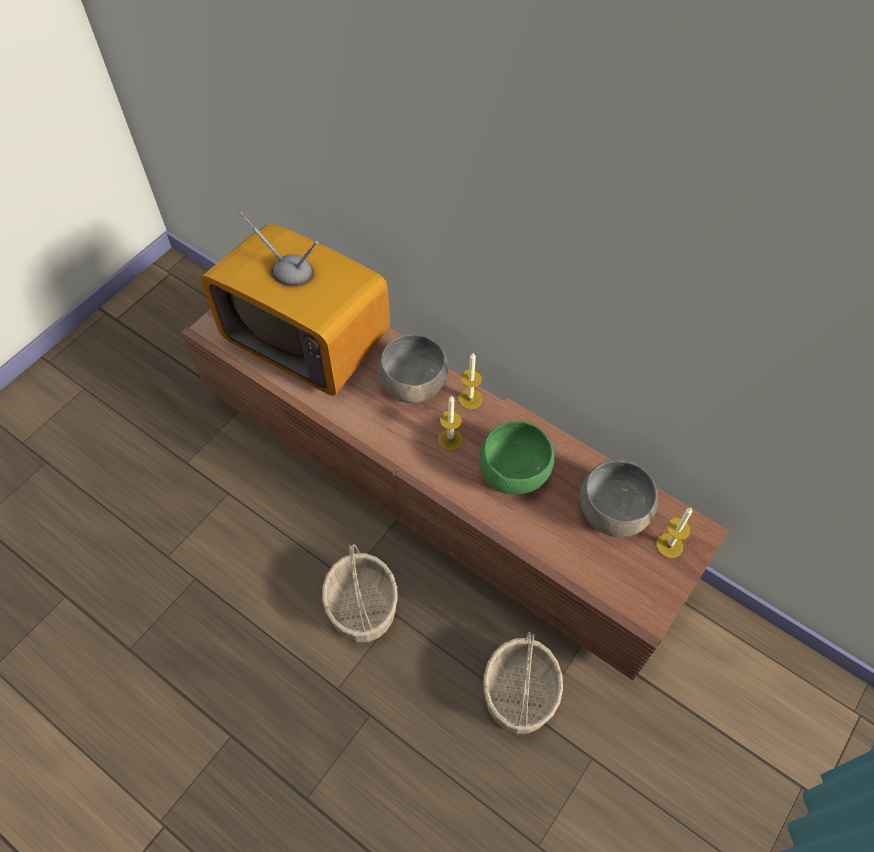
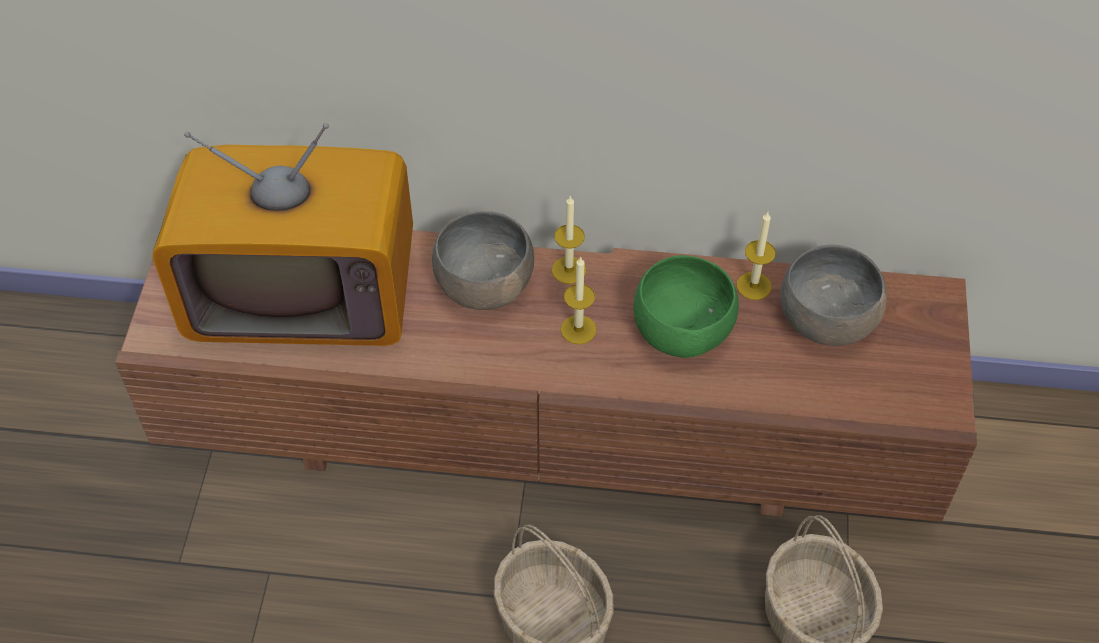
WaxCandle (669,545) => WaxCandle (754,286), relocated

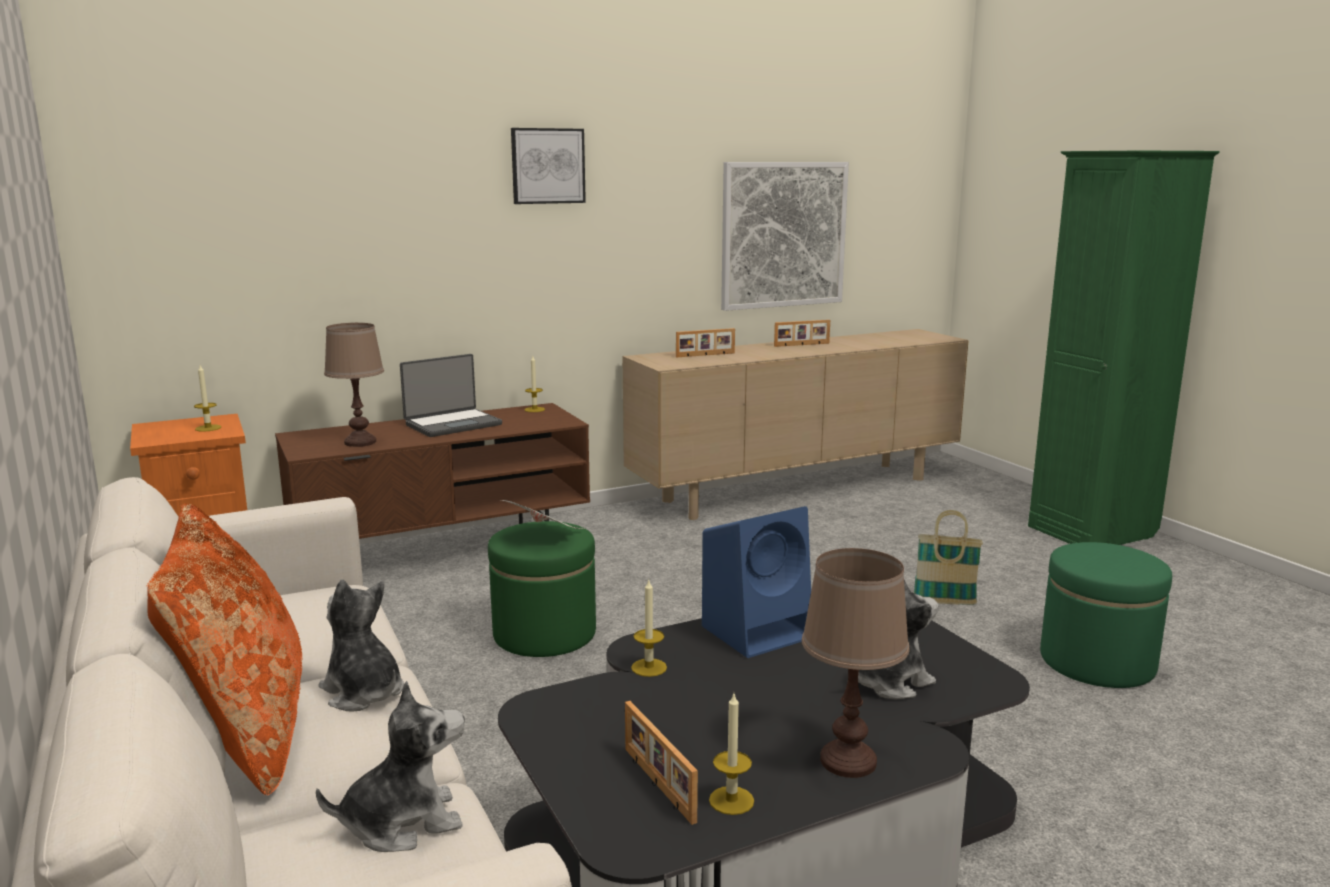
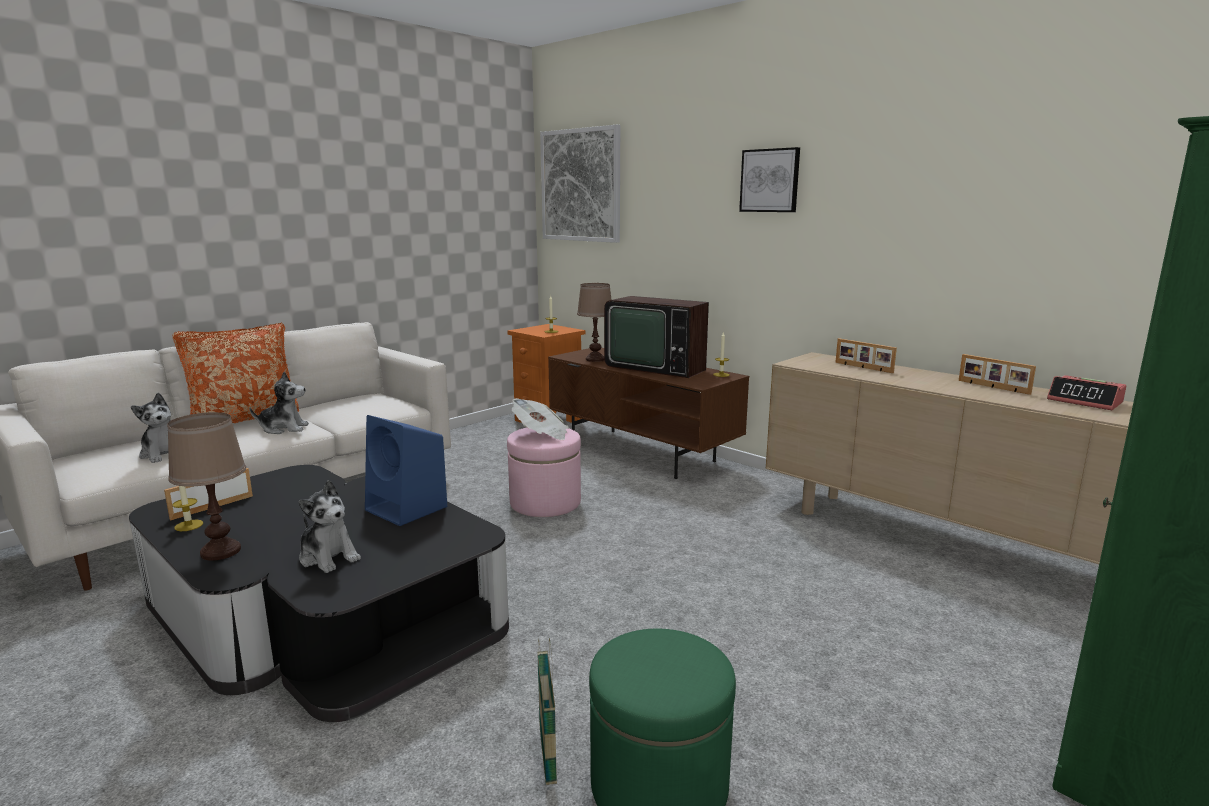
CuddlyToy (363,693) => CuddlyToy (284,428), 60 degrees clockwise
NotebookComputer (452,424) => TvSet (656,366)
GreenColouredPouffe (544,634) => PinkColouredPouffe (545,503)
WaxCandle (649,667) => nothing
WallArt (783,235) => WallArt (580,185), relocated
StorageBasket (944,602) => StorageBasket (547,756), relocated
nothing => TableClock (1085,401)

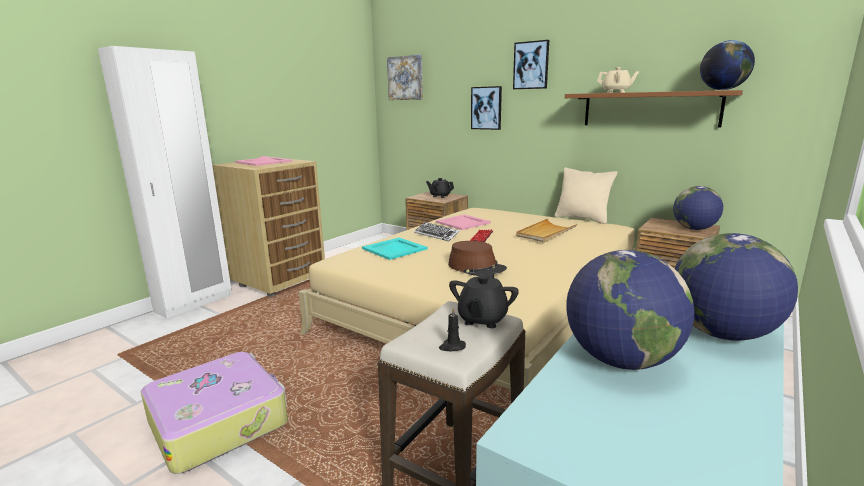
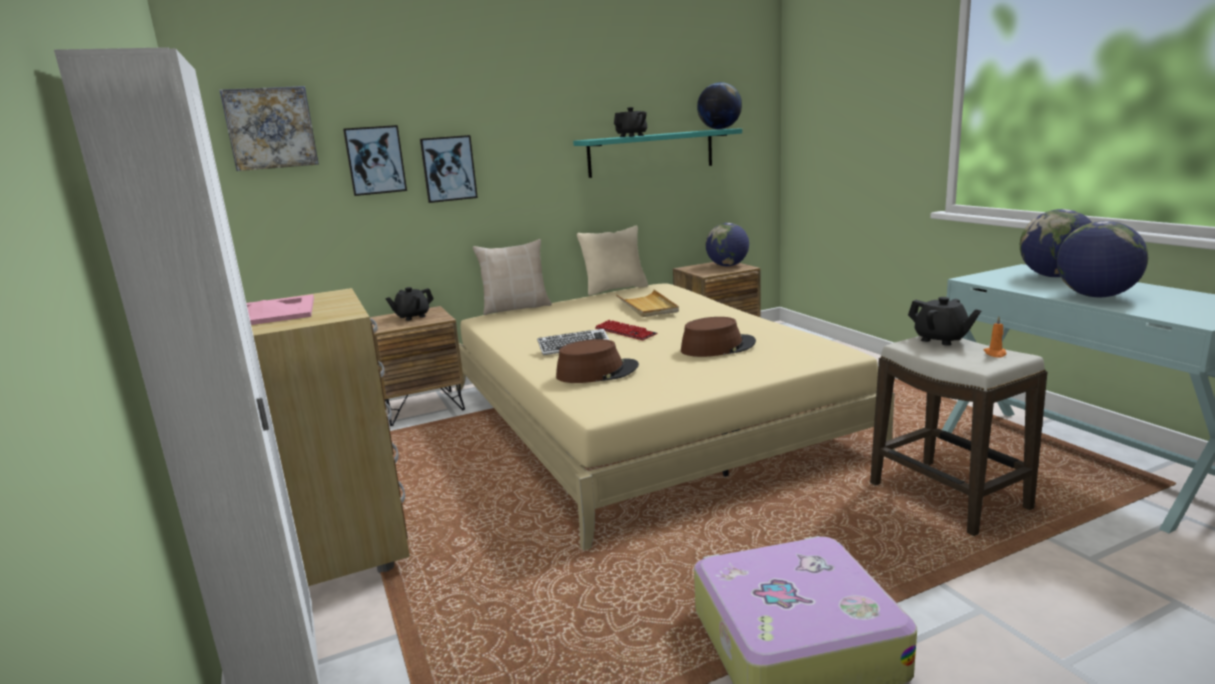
BlueGreenCarryingTray (394,248) => BrownishWearableHat (597,372)
PinkColouredCarryingTray (463,222) => nothing
BlackWaxCandle (452,347) => OrangeyWaxCandle (995,354)
WallArt (531,65) => WallArt (375,160), relocated
BrownishWallShelf (649,109) => BlueGreenWallShelf (651,153)
BeigeColouredTeaPot (616,92) => BlackTeaPot (632,136)
nothing => BeigeColouredThrowPillow (516,308)

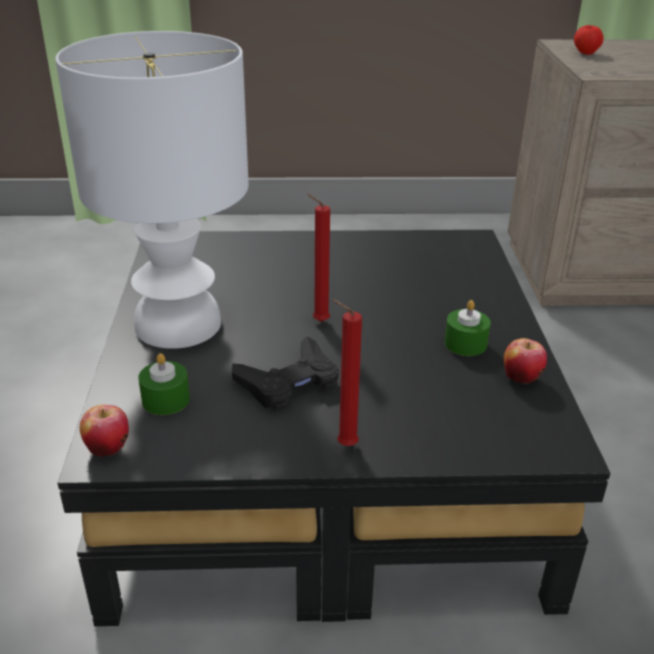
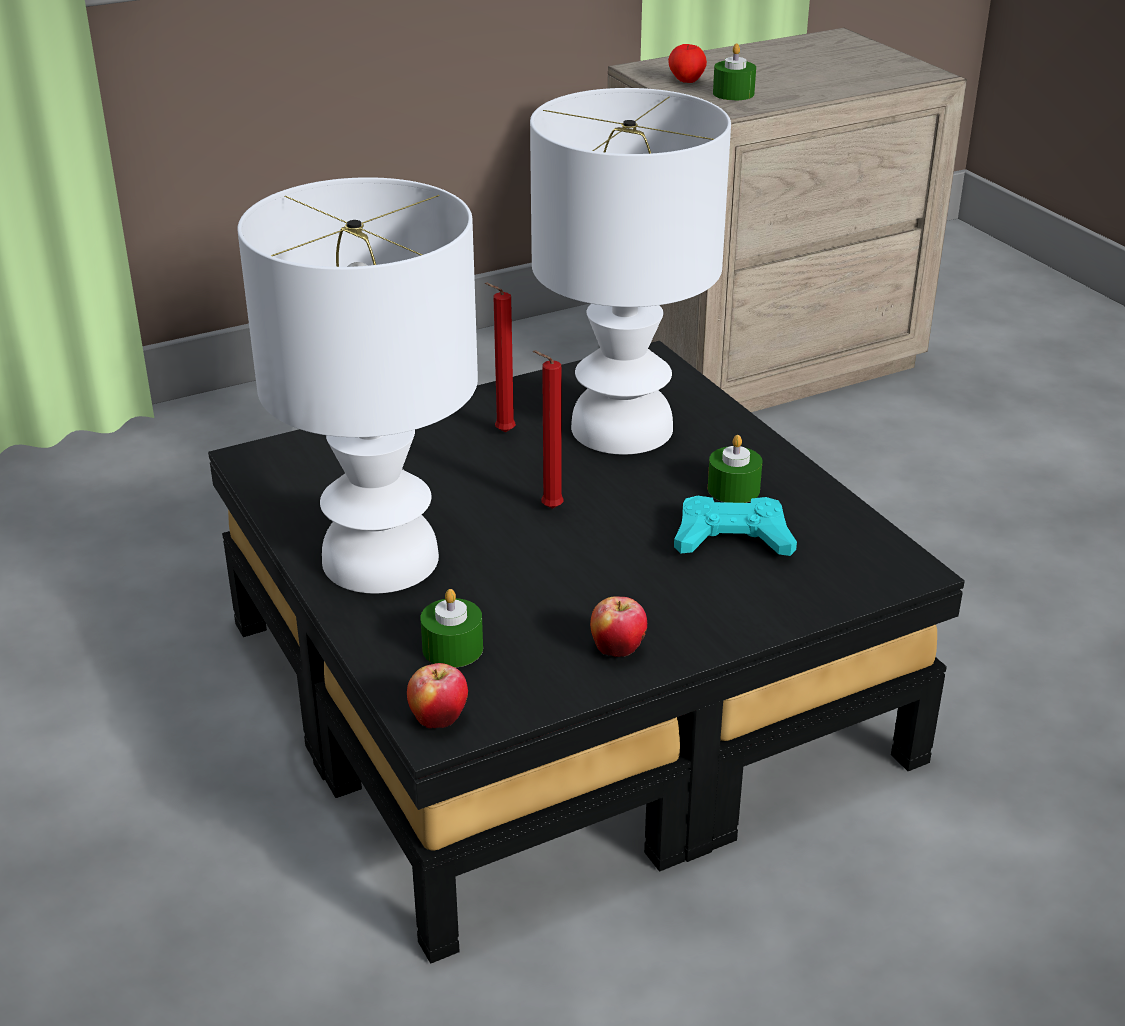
BlackGameController (289,382) => nothing
RedWaxCandle (344,445) => RedWaxCandle (502,433), relocated
WholeApple (521,378) => WholeApple (618,649), relocated
nothing => WhiteTableLamp (622,427)
nothing => BlueGreenGameController (732,538)
nothing => GreenColouredWaxCandle (733,93)

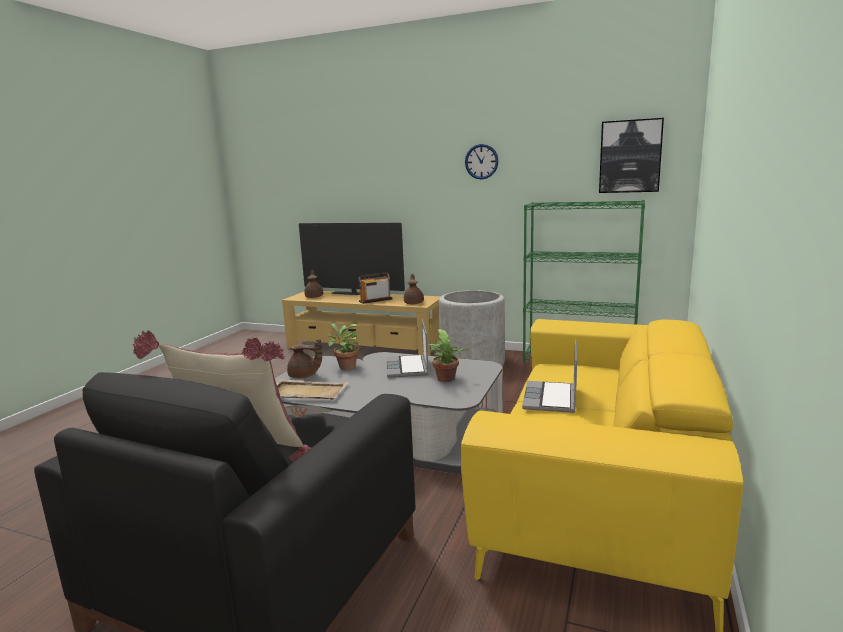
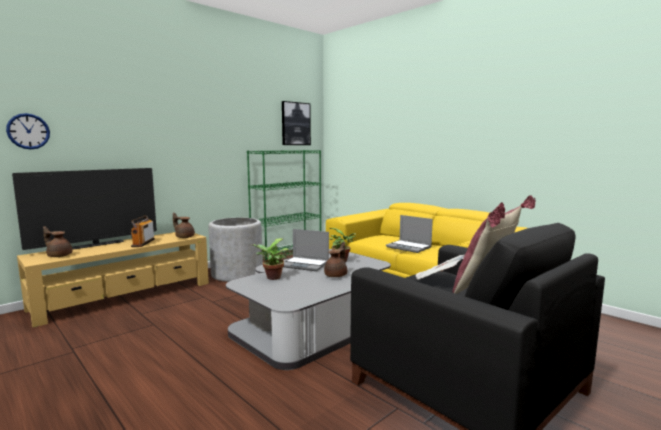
BeigeColouredCarryingTray (306,392) => nothing
BrownishTeaPot (304,376) => BrownishTeaPot (336,275), relocated
HangingClock (481,161) => HangingClock (28,131), relocated

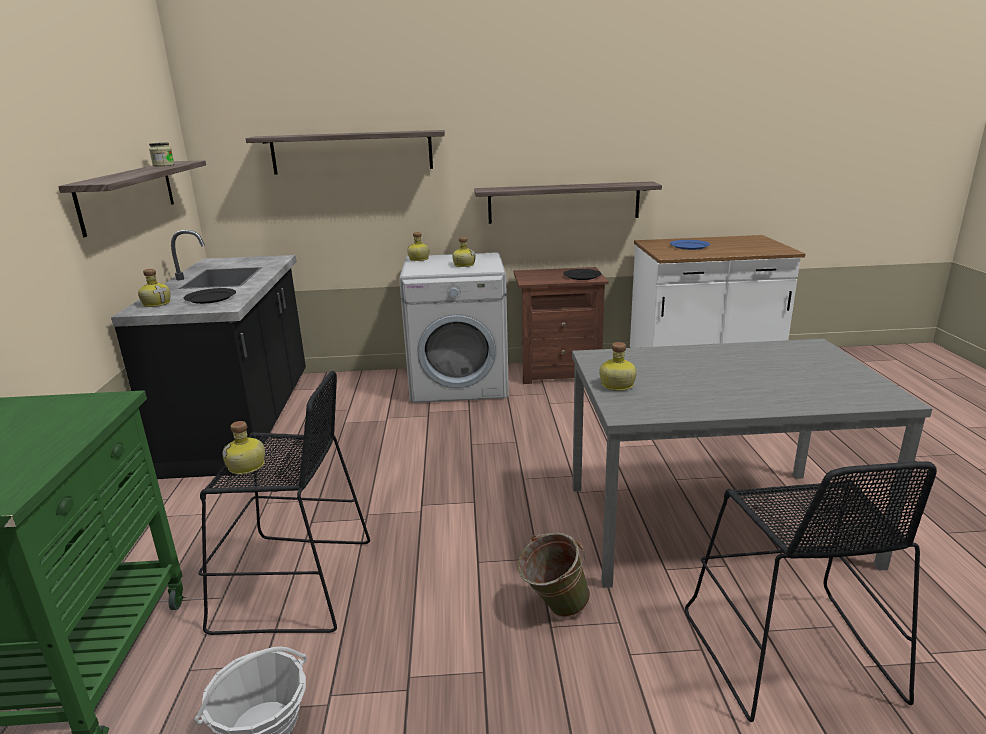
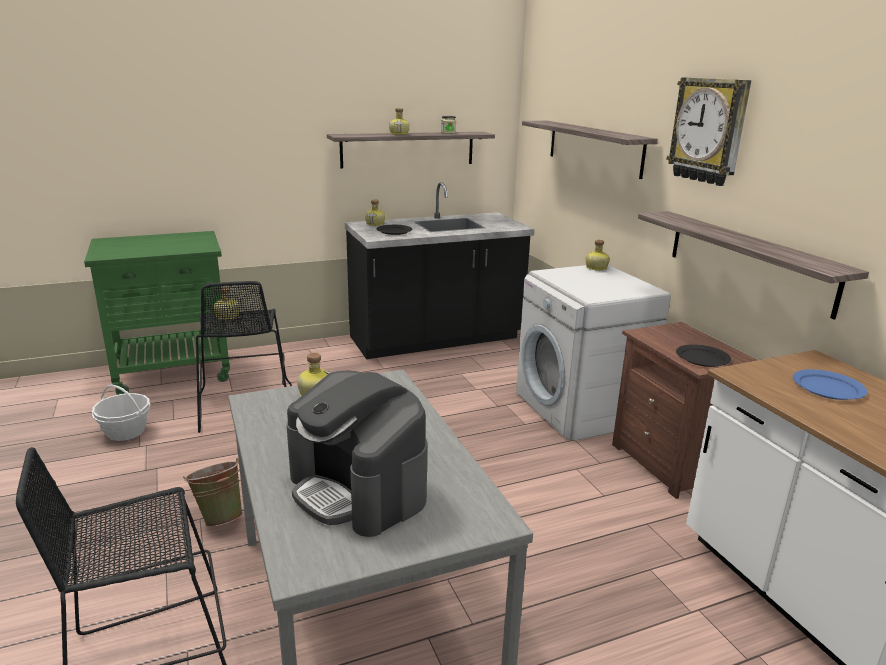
DrinkBottle (464,265) => DrinkBottle (399,134), relocated
nothing => CoffeeMaker (358,489)
nothing => HangingClock (709,131)

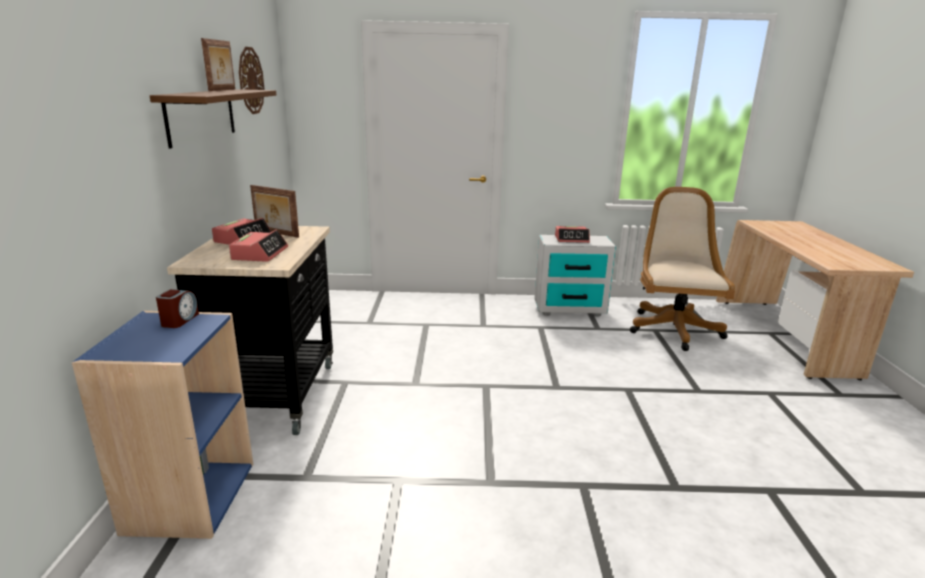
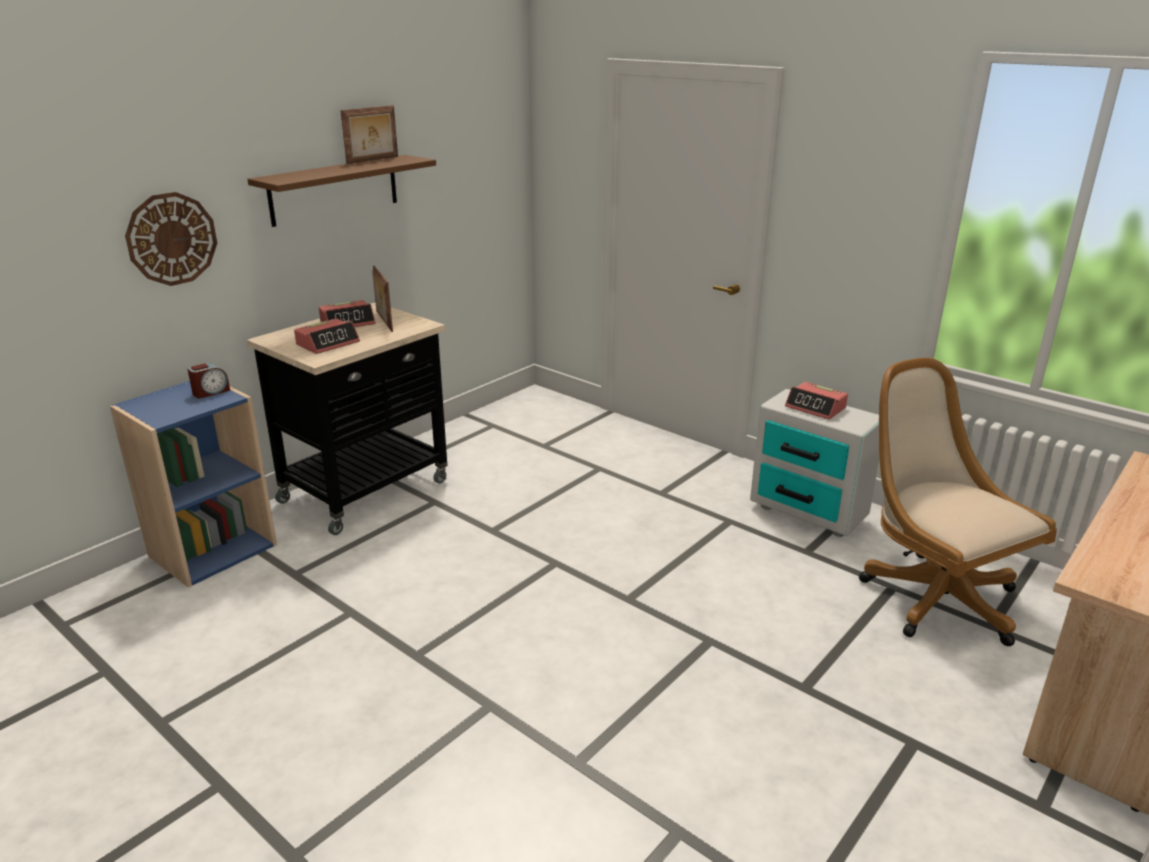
HangingClock (250,80) => HangingClock (172,239), relocated
DeskChair (672,327) => DeskChair (931,593), 75 degrees counterclockwise

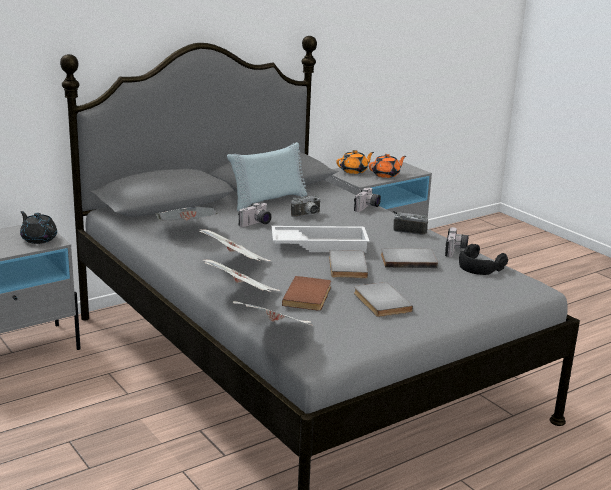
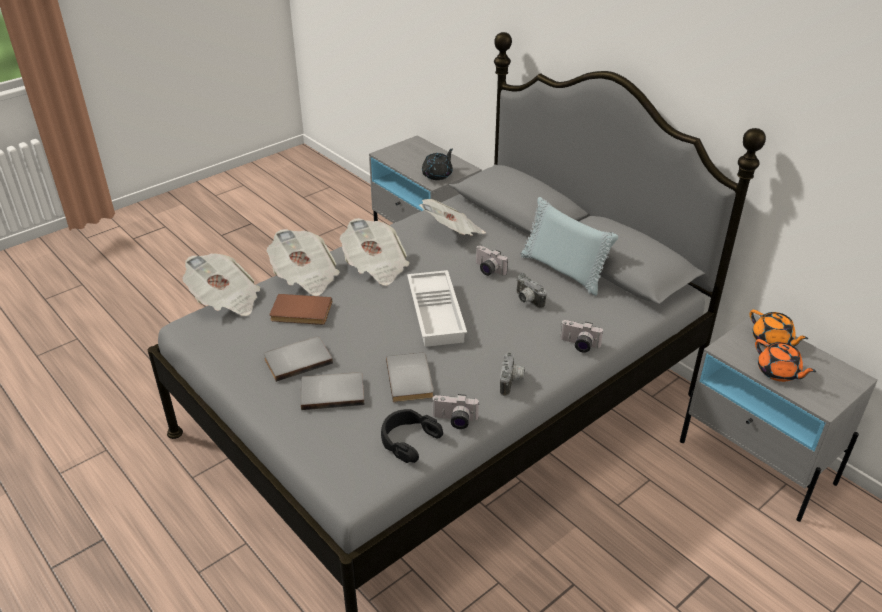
GrayBook (345,266) => GrayBook (332,392), relocated

